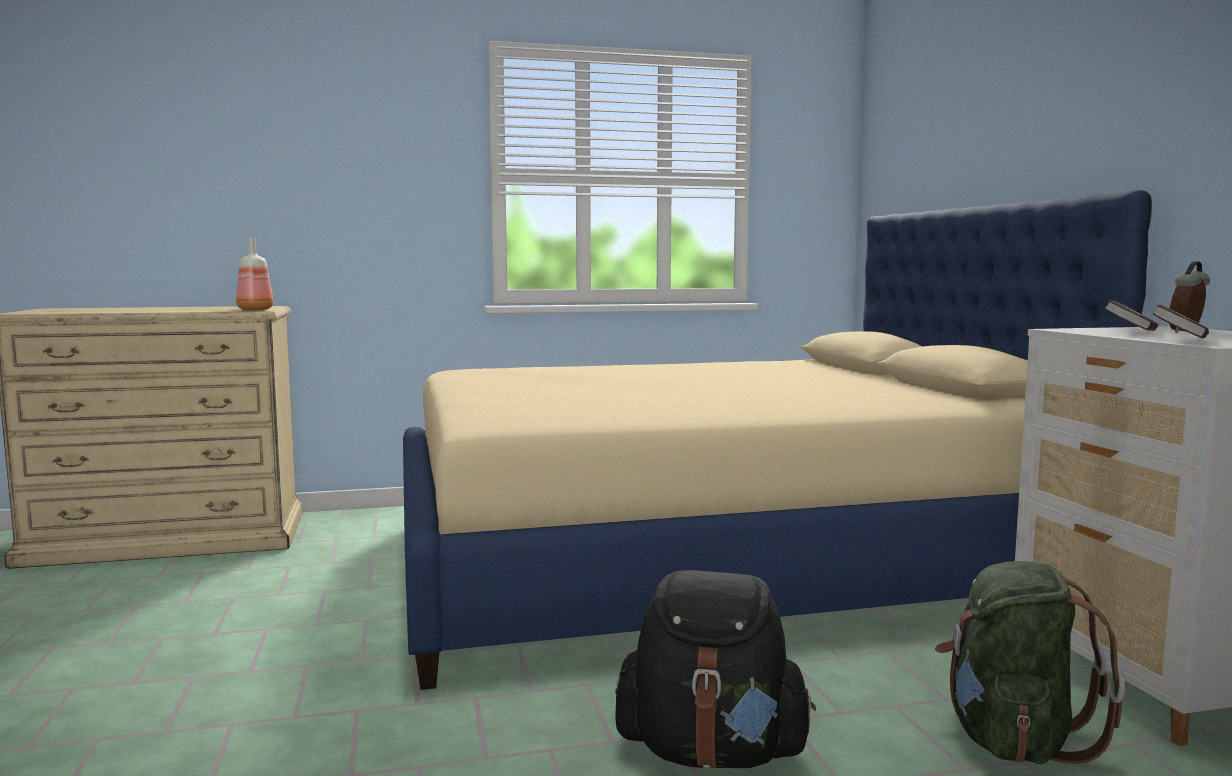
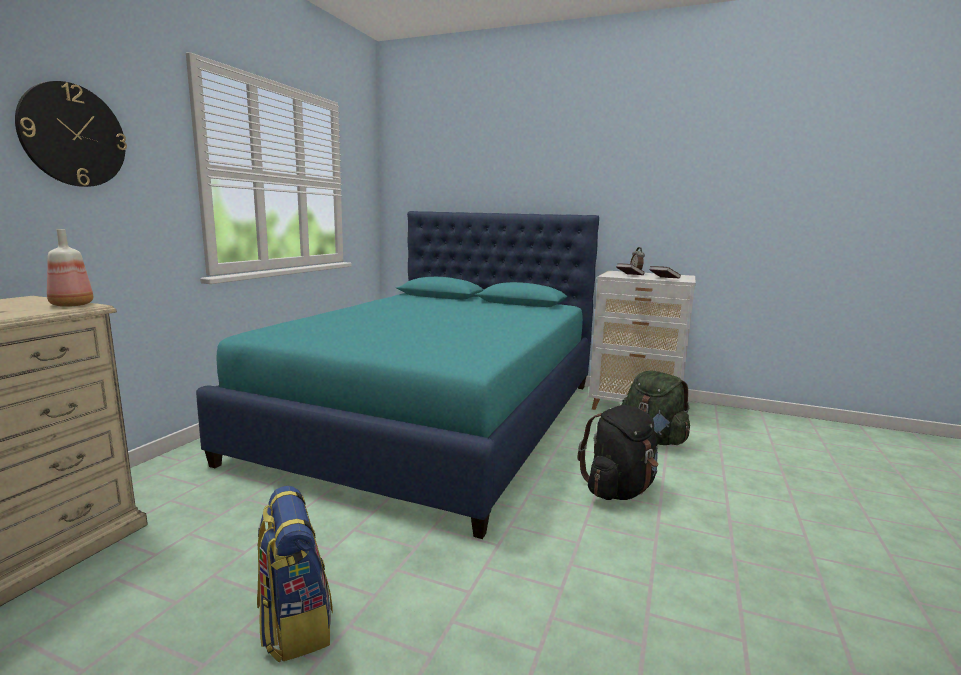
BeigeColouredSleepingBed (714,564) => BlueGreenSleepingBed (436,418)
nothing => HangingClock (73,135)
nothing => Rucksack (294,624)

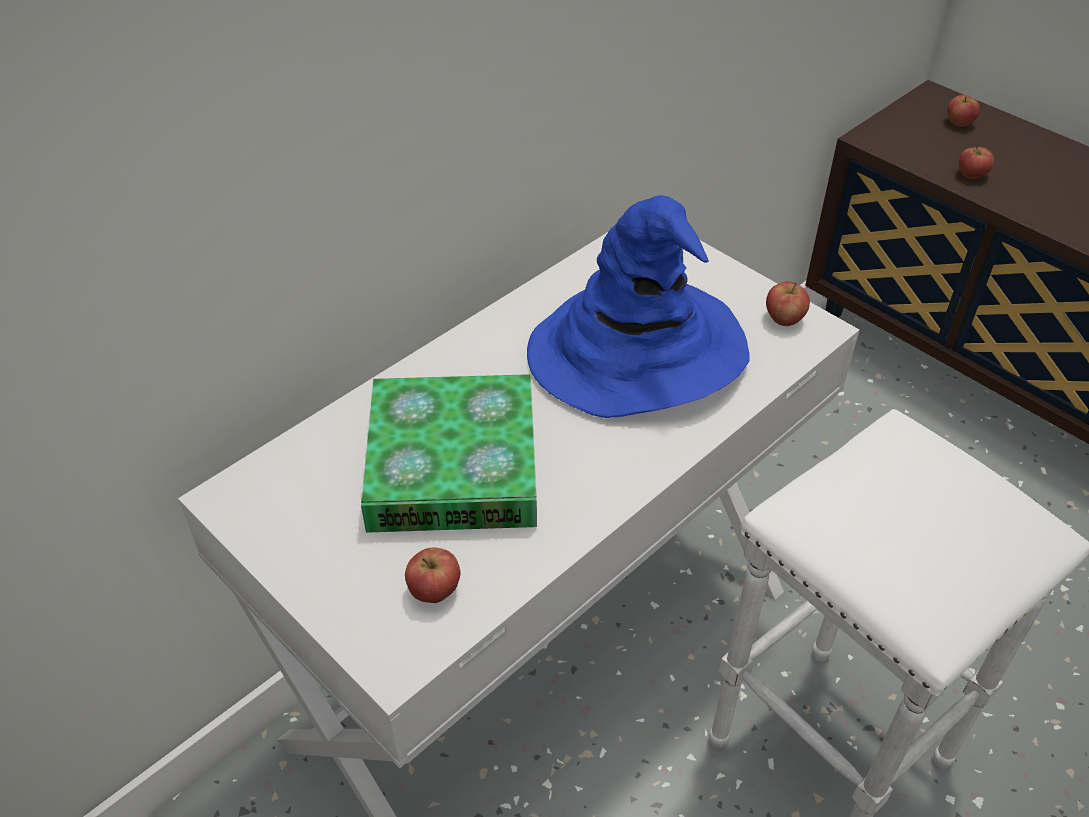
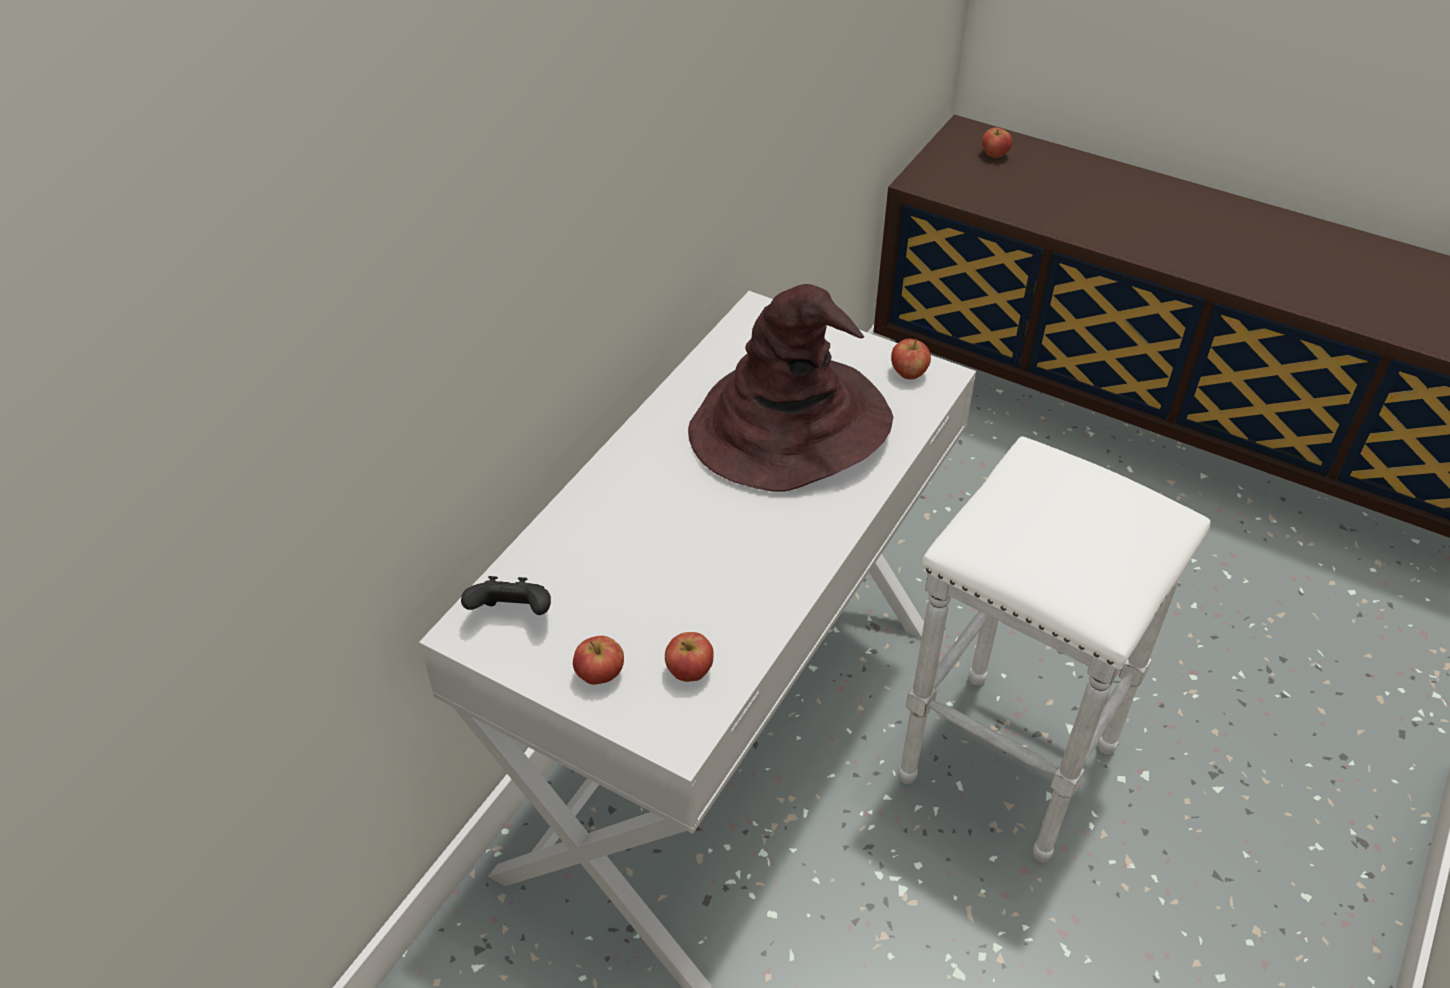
Book (453,466) => nothing
BluishWearableHat (638,352) => BrownishWearableHat (790,426)
WholeApple (971,175) => WholeApple (600,675), relocated
nothing => BlackGameController (513,614)

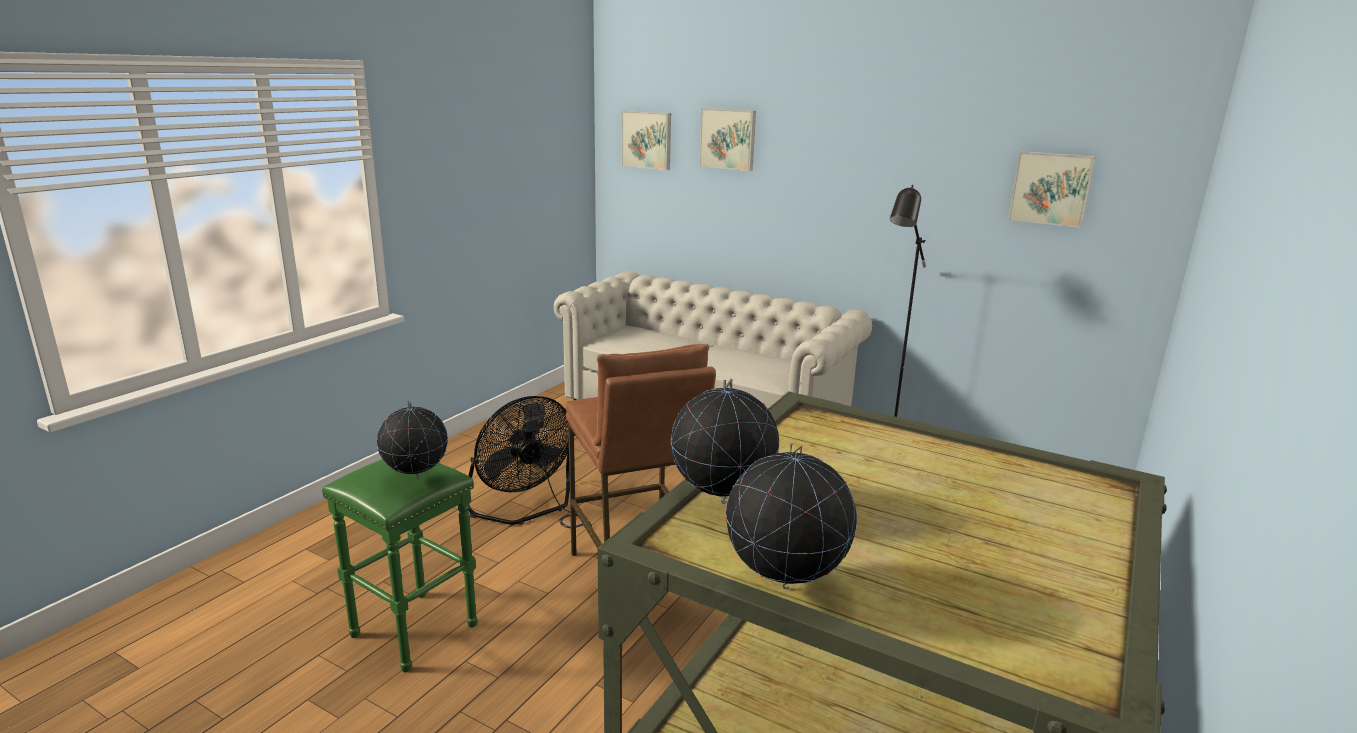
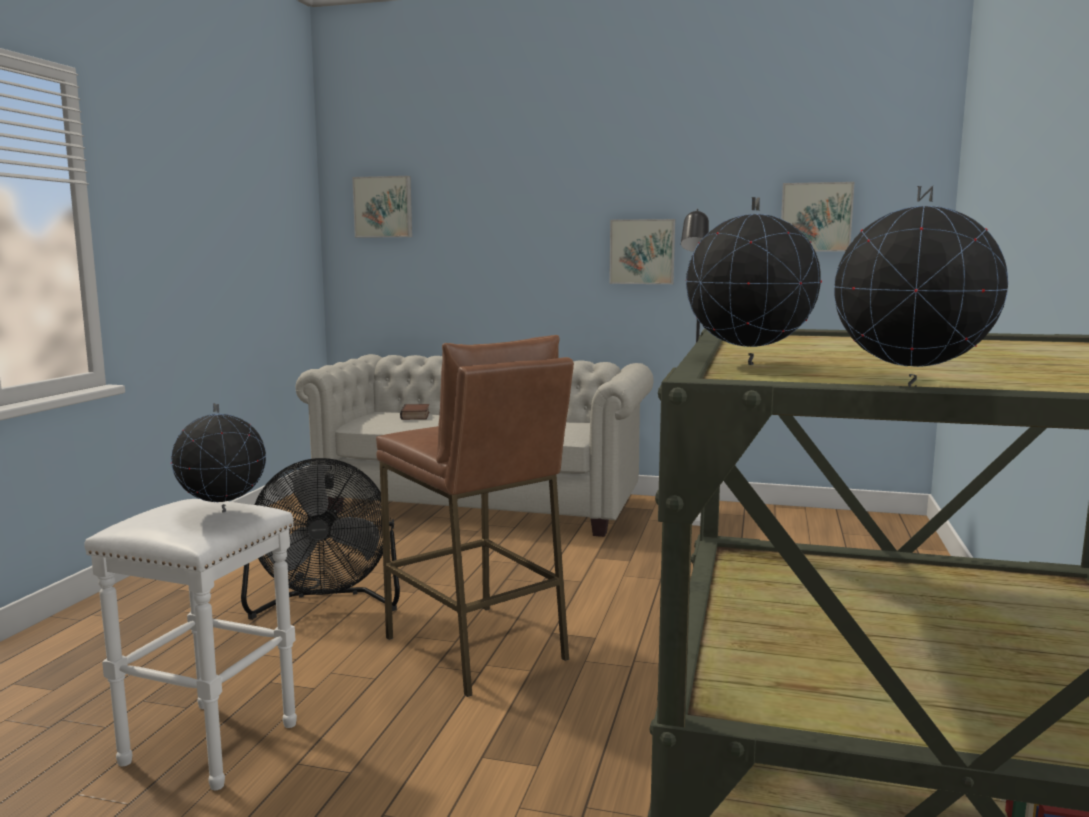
GreenColouredStoolSeat (414,631) => WhiteStoolSeat (211,745)
BlackElectricFan (536,509) => BlackElectricFan (321,603), 135 degrees counterclockwise
WallArt (728,139) => WallArt (642,251), relocated
nothing => Book (416,416)

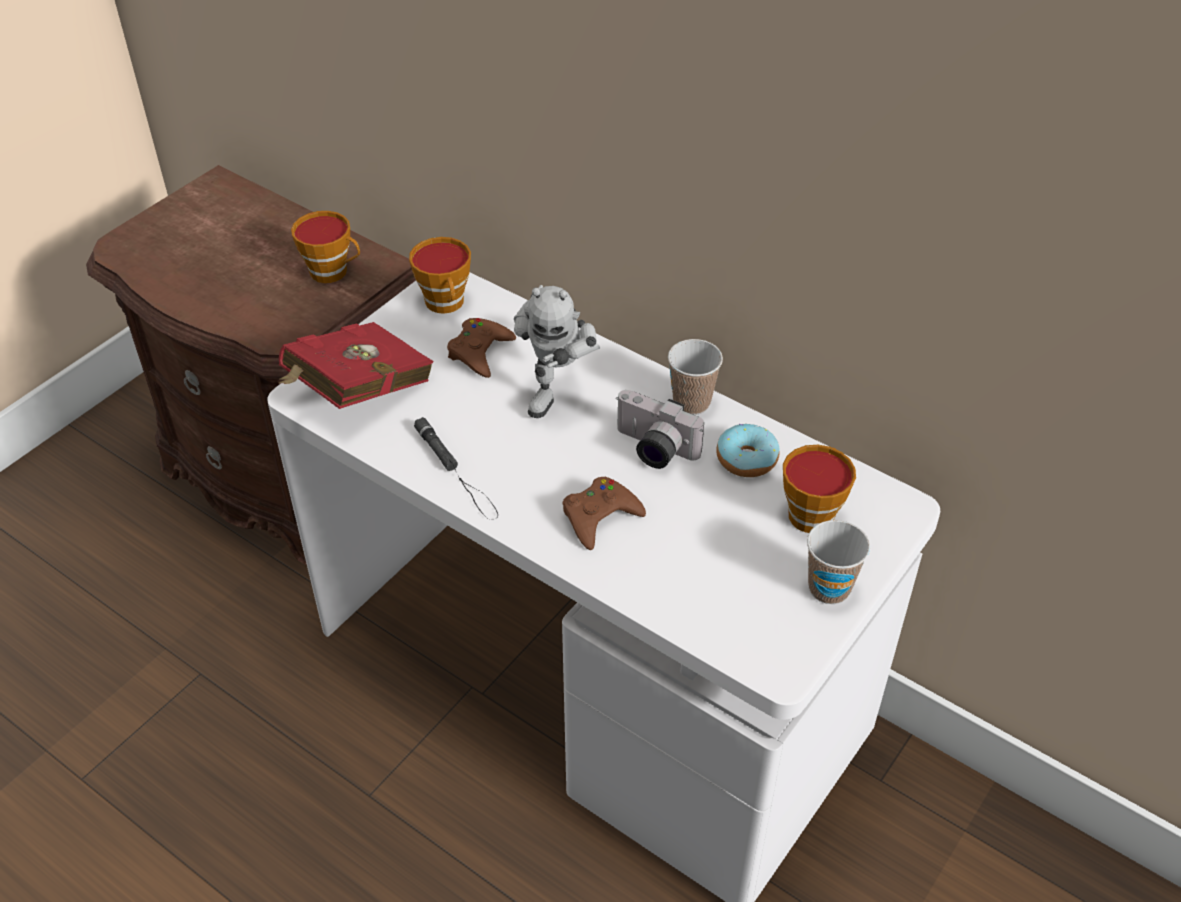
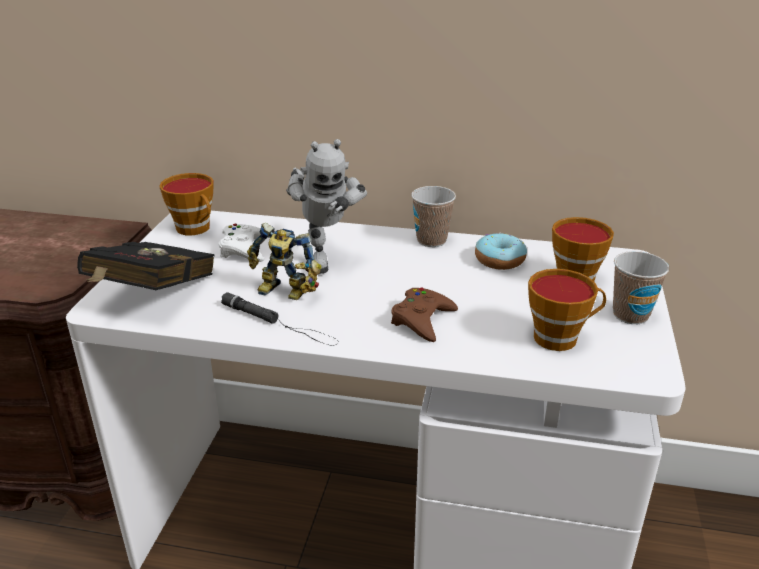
RedBook (355,392) => BlackBook (150,296)
DrinkingCup (333,272) => DrinkingCup (560,337), relocated
BrownishGameController (480,352) => WhiteGameController (244,249)
PhotoCamera (652,449) => nothing
nothing => ToyRobot (283,293)

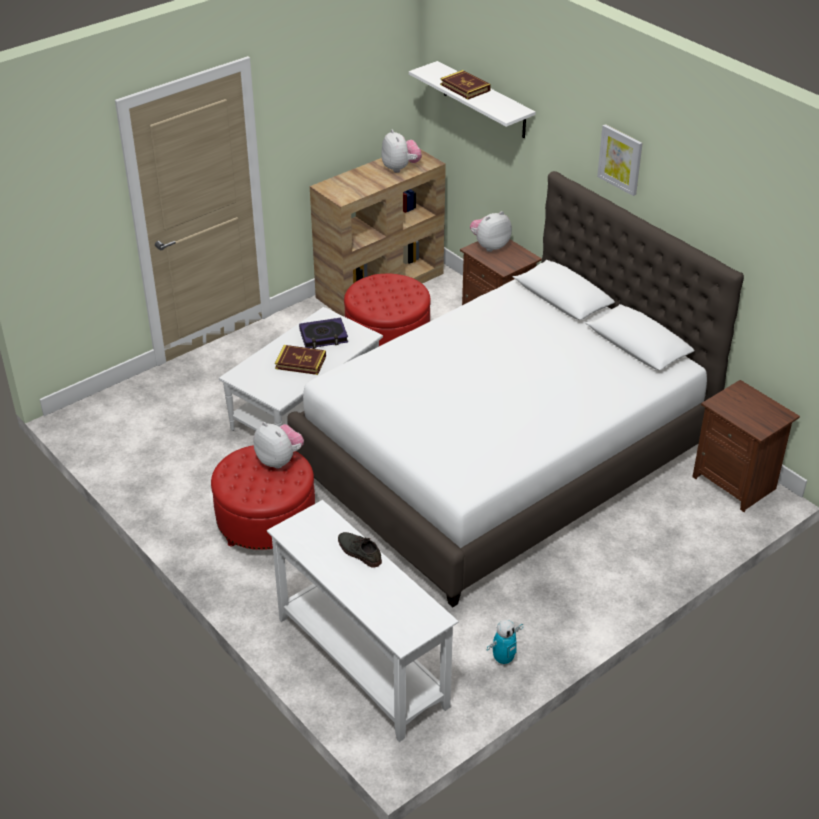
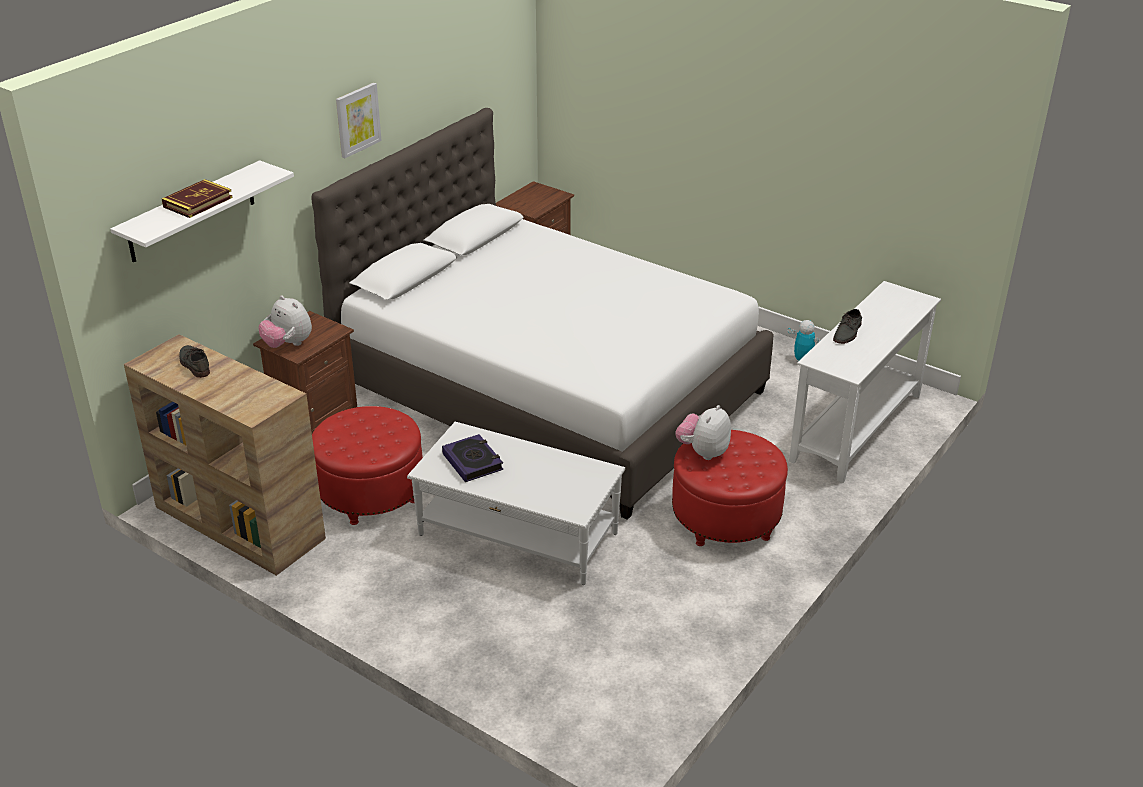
Book (300,362) => nothing
CuddlyToy (400,168) => GrayLowShoe (194,364)

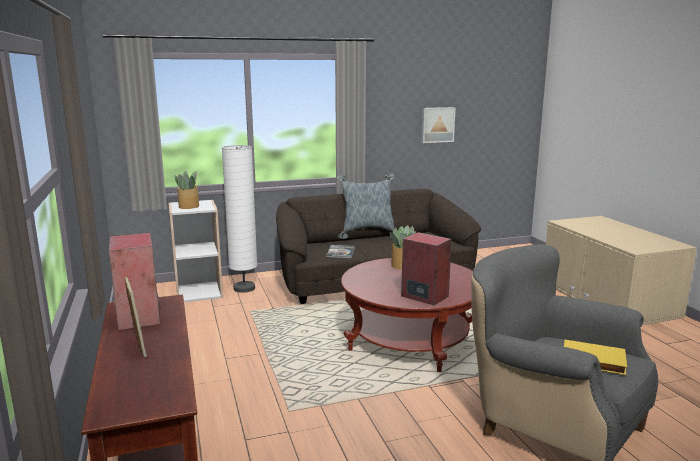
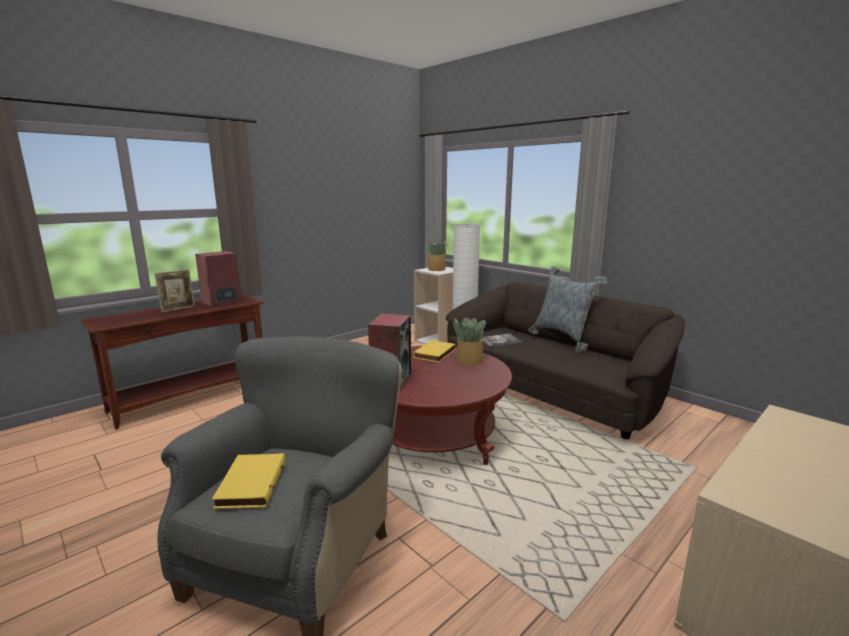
WallArt (437,124) => nothing
nothing => YellowishBook (435,354)

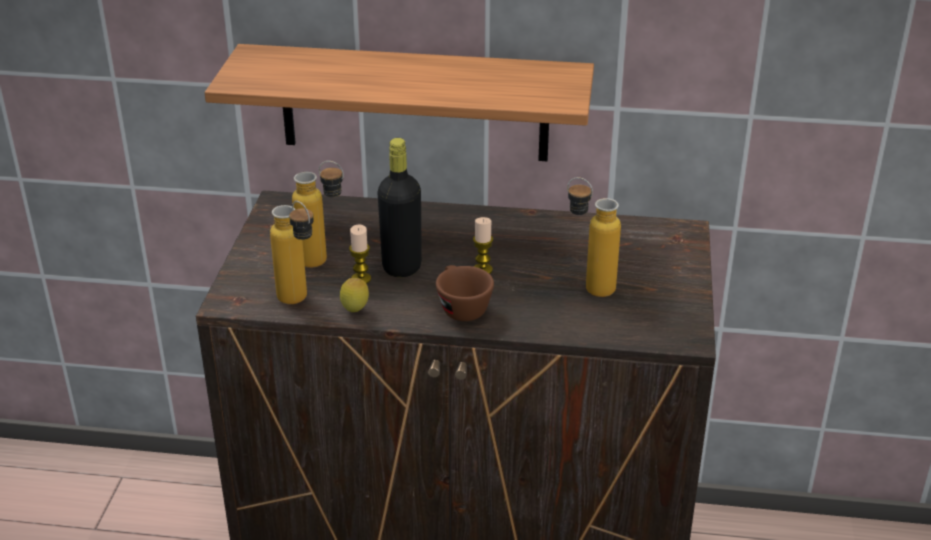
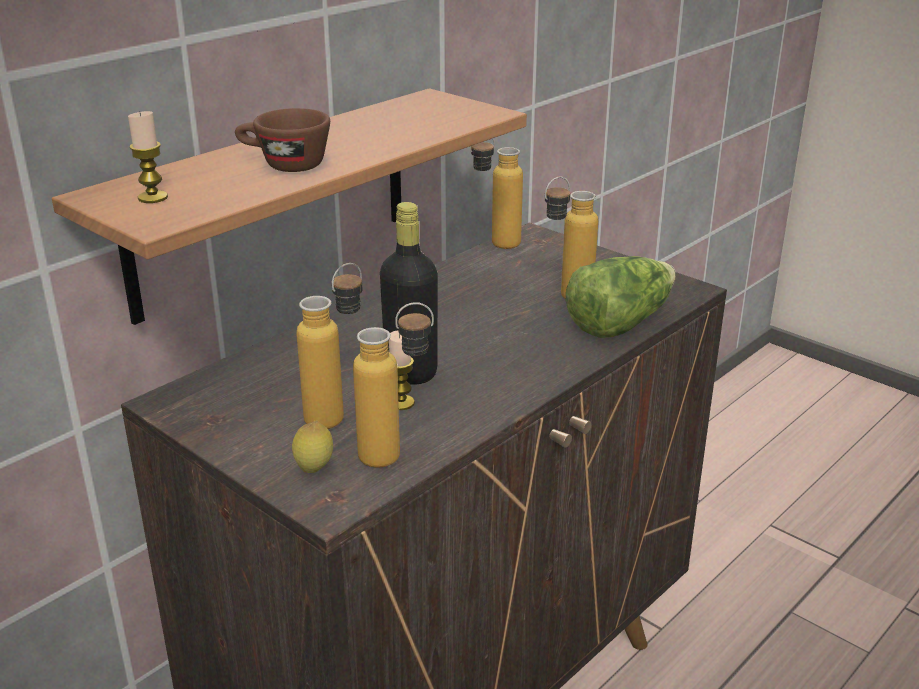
CitrusFruit (355,311) => CitrusFruit (314,470), relocated
BrownishDrinkingCup (460,307) => BrownishDrinkingCup (284,165), relocated
WaxCandle (482,269) => WaxCandle (153,198), relocated
nothing => DrinkBottle (494,246)
nothing => Lettuce (619,322)

